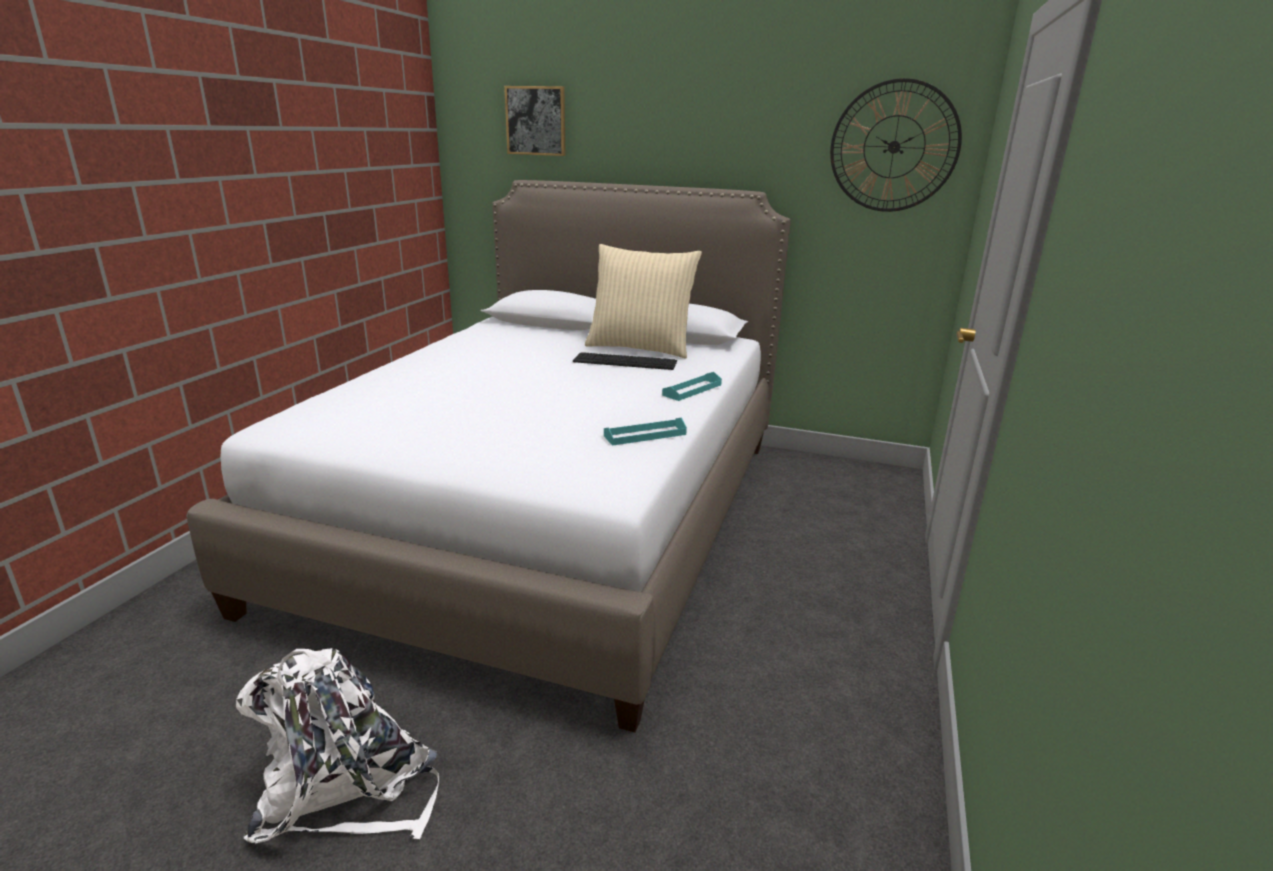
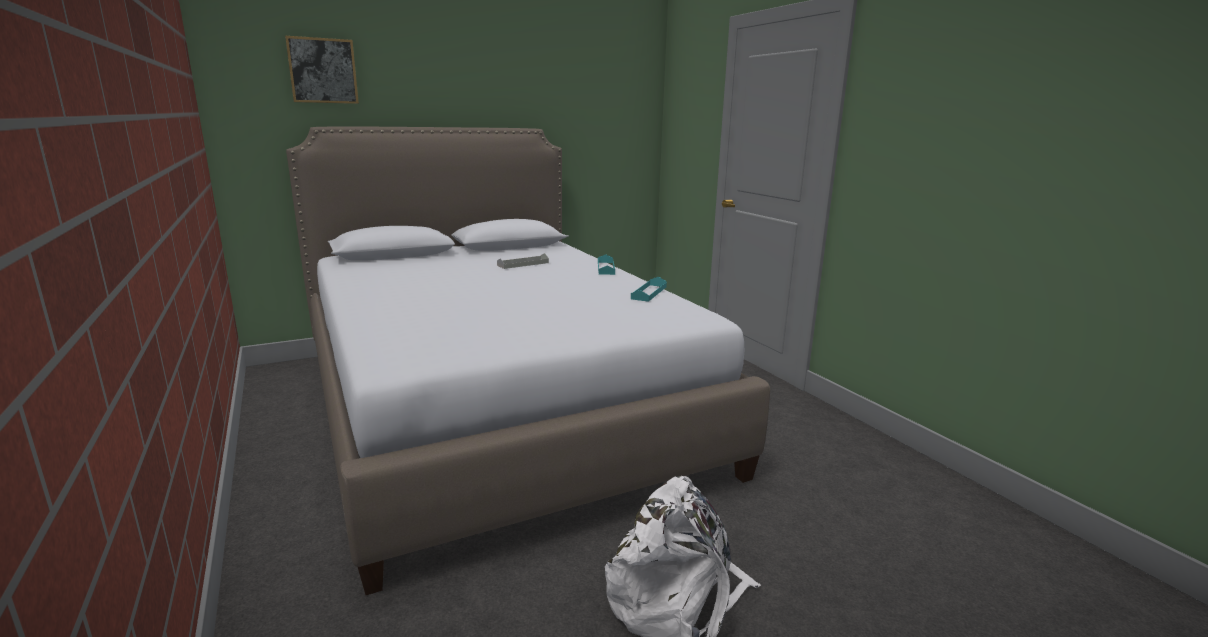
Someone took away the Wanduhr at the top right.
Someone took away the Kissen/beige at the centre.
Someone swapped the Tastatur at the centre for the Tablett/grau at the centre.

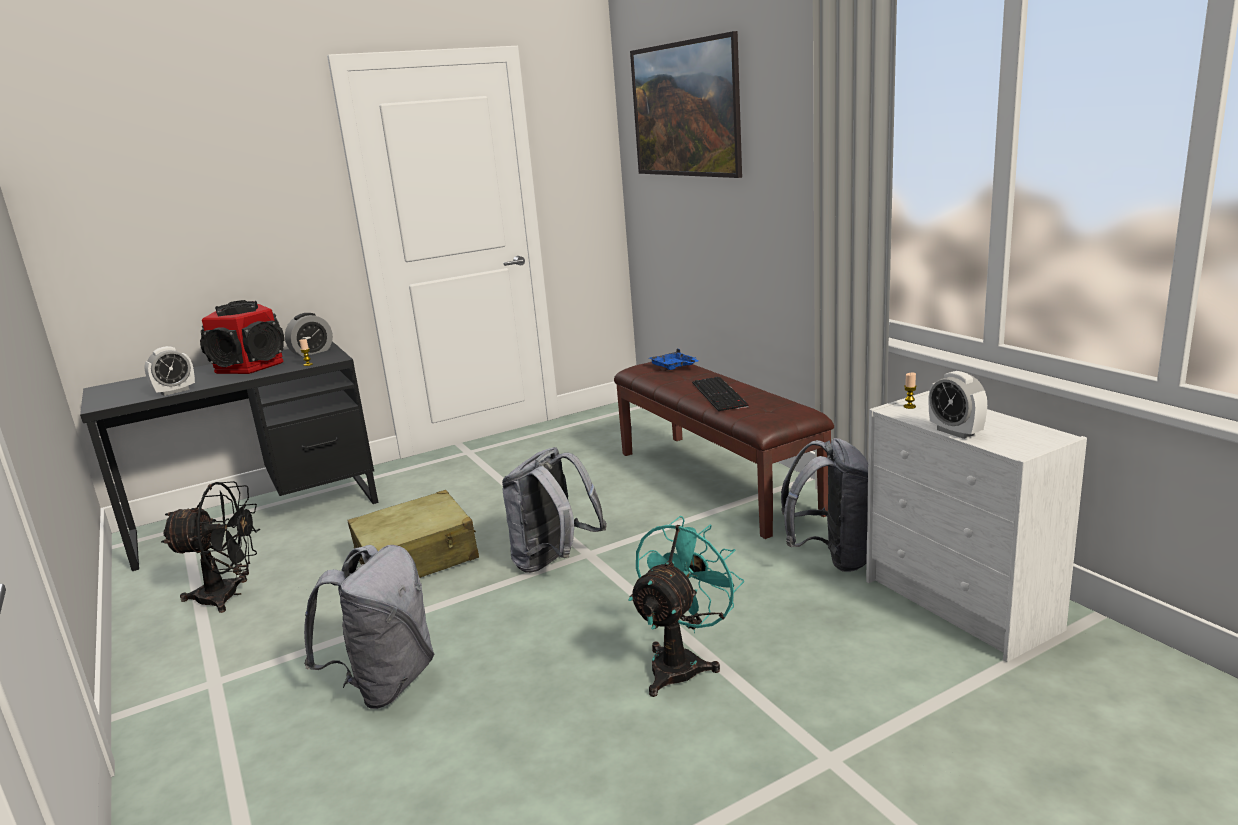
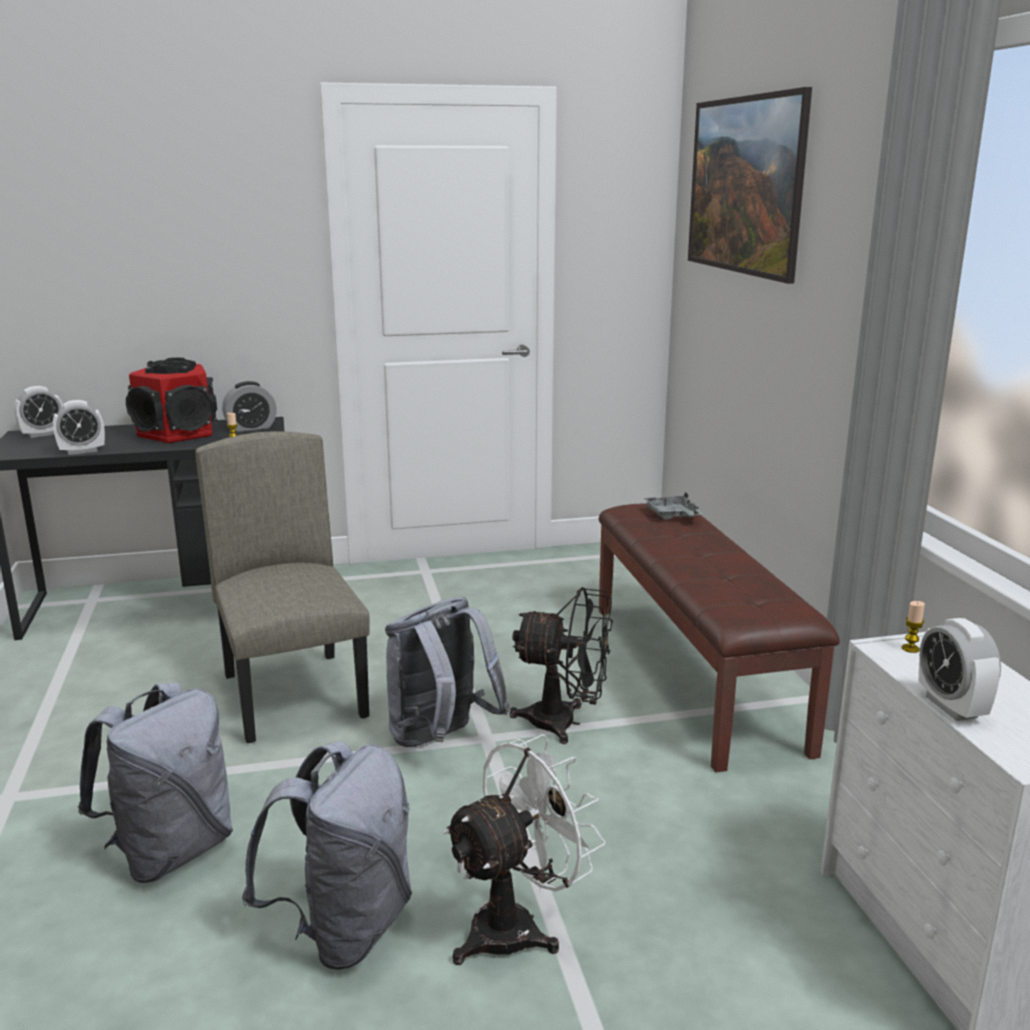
Someone repainted the Tablett/blau at the centre, which became the Tablett/grau at the centre.
Someone took away the Tastatur at the centre.
Someone carried the Rucksack/grau (3rd from left in the first image) from the centre to the bottom left.
Someone carried the Ventilator/schwarz from the middle left to the centre.
Someone swapped the Koffer/beige at the centre for the Stuhl/beige at the middle left.
Someone repainted the Ventilator/türkis at the bottom centre, which became the Ventilator/weiß at the bottom centre.
Someone put down the Wecker (1st from left) at the middle left.

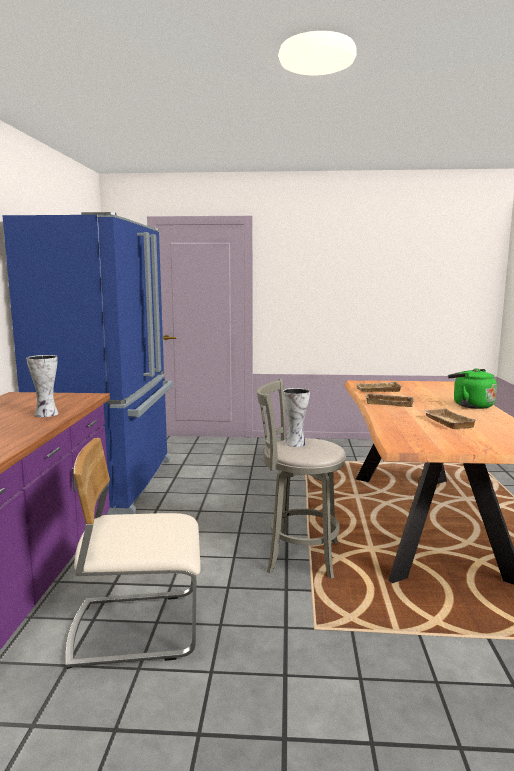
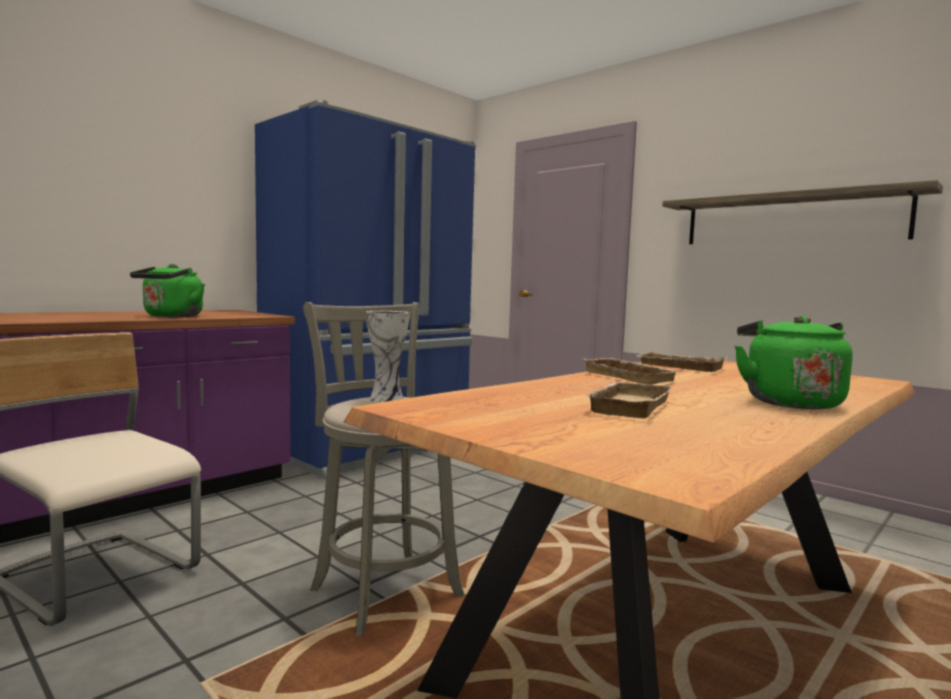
Someone swapped the Vase (1st from left) at the middle left for the Wasserkessel/grün (1st from left) at the middle left.
Someone put up the Wandregal at the top right.

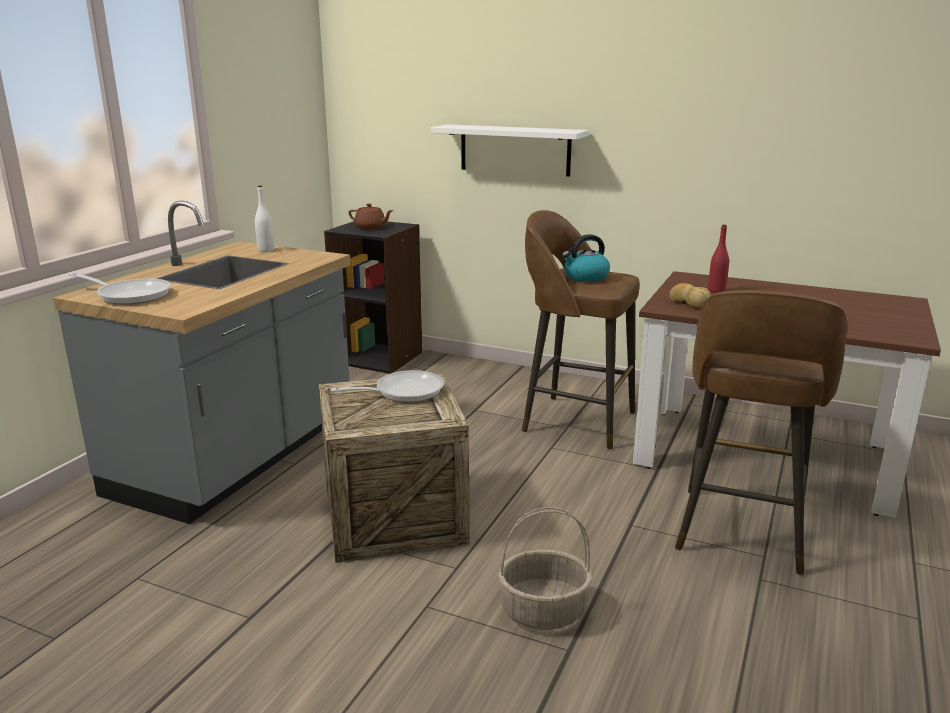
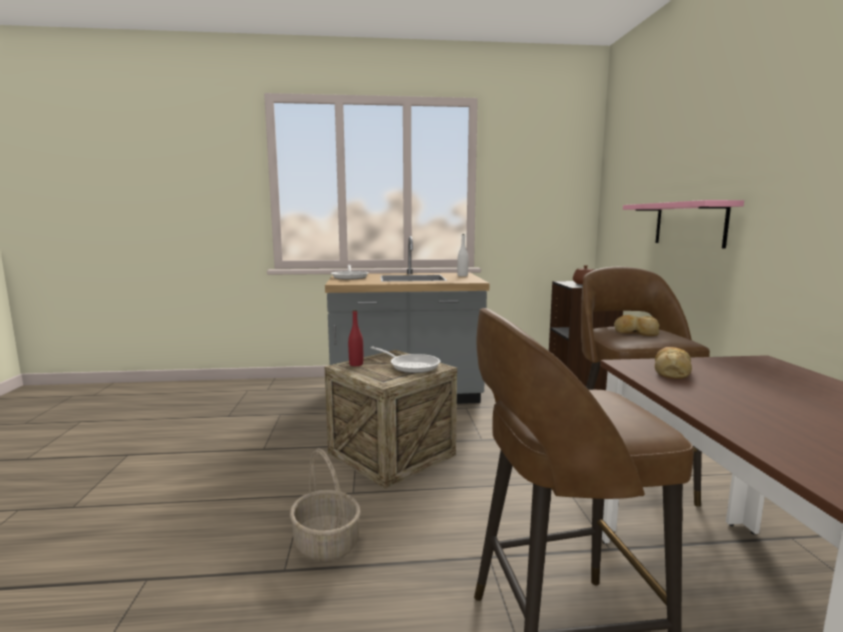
Someone repainted the Wandregal/weiß at the top centre, which became the Wandregal/rosa at the middle right.
Someone carried the Flasche/rot from the middle right to the centre.
Someone swapped the Wasserkessel at the centre for the Brot (1st from left) at the middle right.

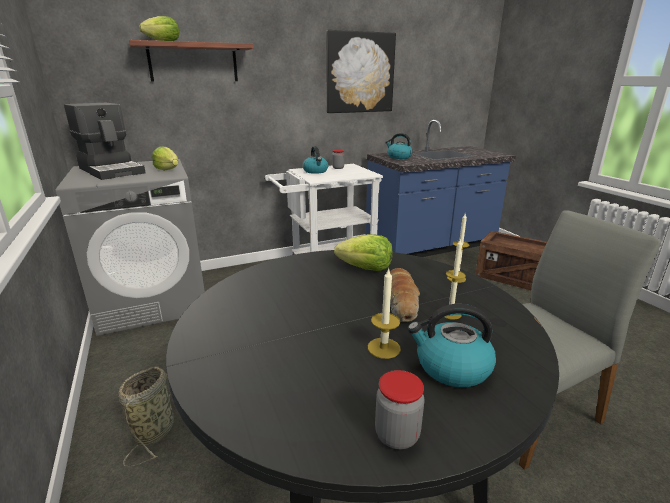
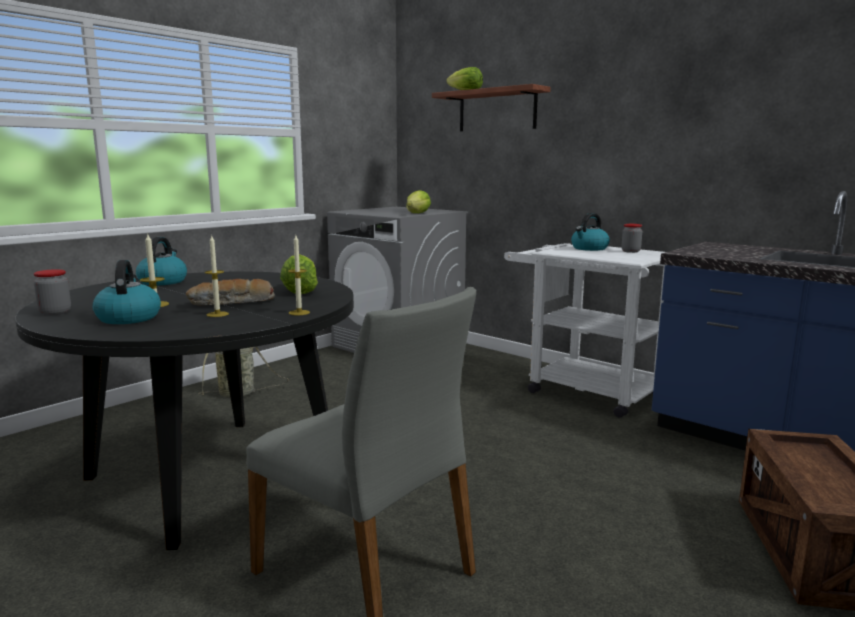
Someone took away the Bild at the top centre.
Someone took away the Kaffeemaschine at the top left.
Someone carried the Wasserkessel (2nd from left) from the top centre to the middle left.

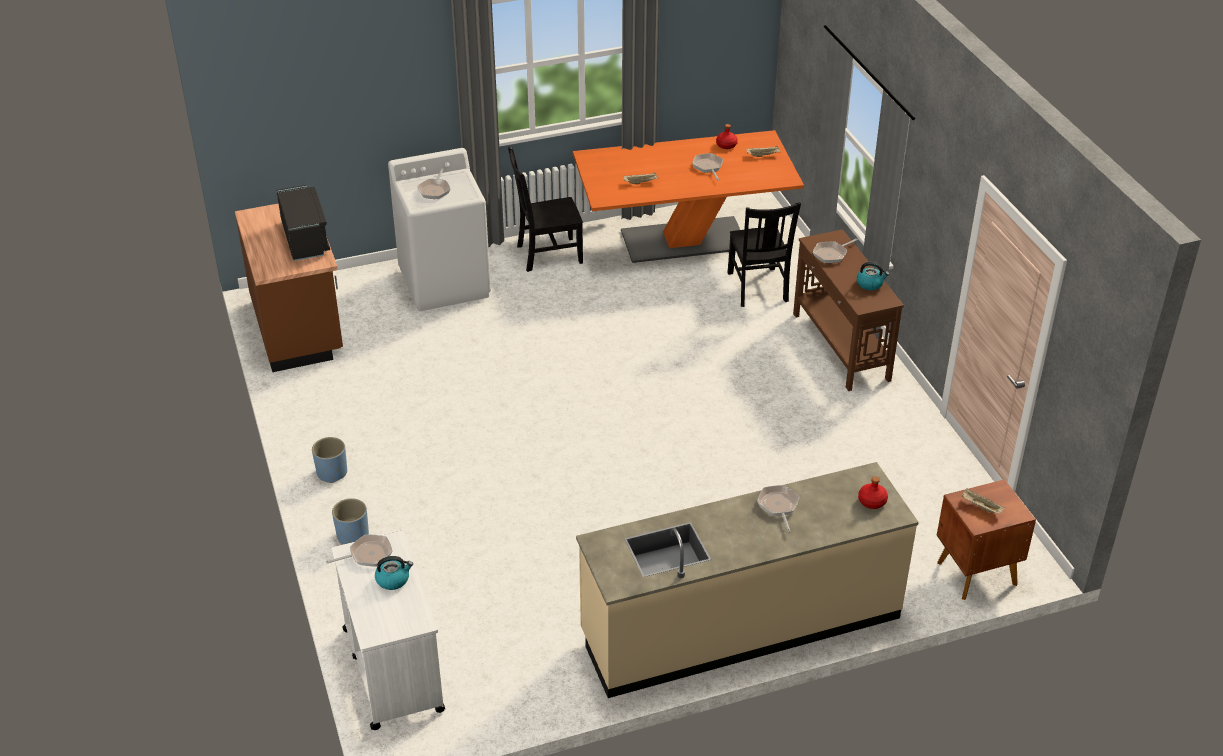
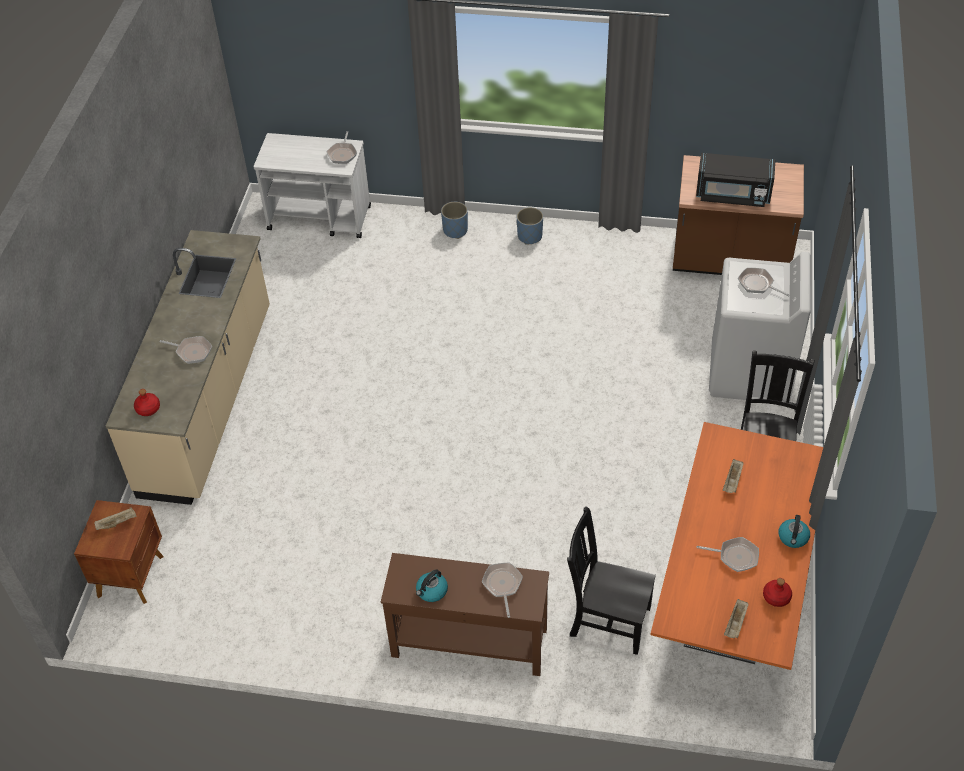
Someone carried the Wasserkessel (1st from left in the first image) from the bottom left to the bottom right.

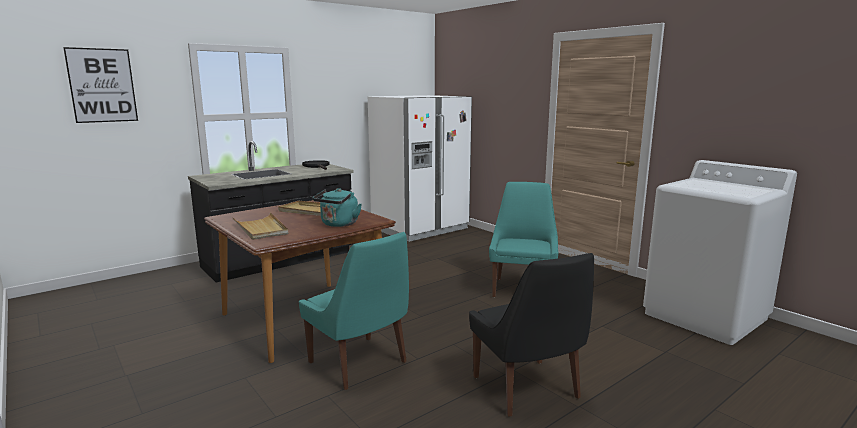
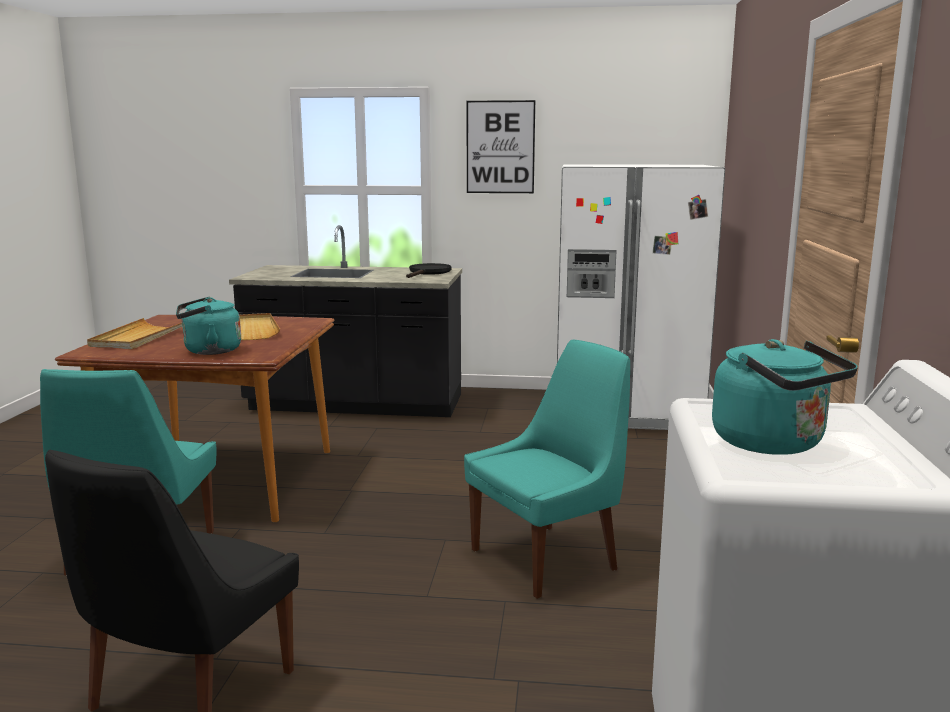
Someone carried the Bild from the top left to the top centre.
Someone put down the Wasserkessel/türkis (2nd from left) at the middle right.

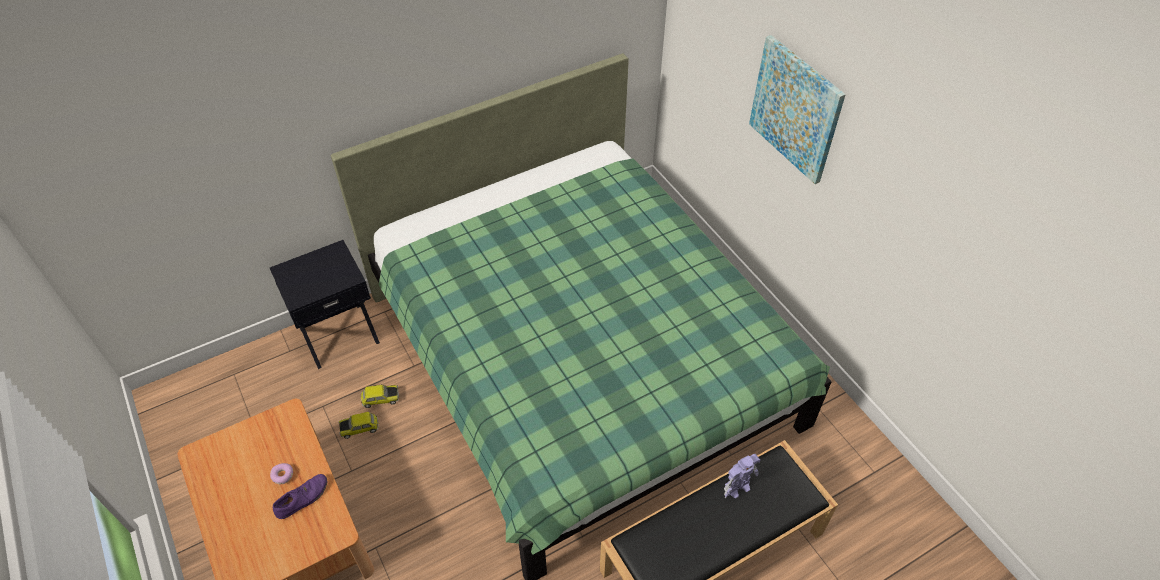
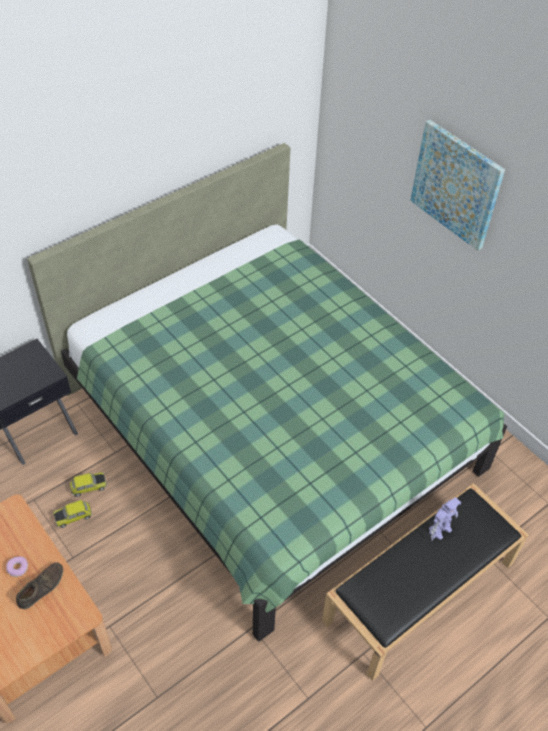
Someone repainted the Schuh/lila at the bottom left, which became the Schuh/braun at the bottom left.

